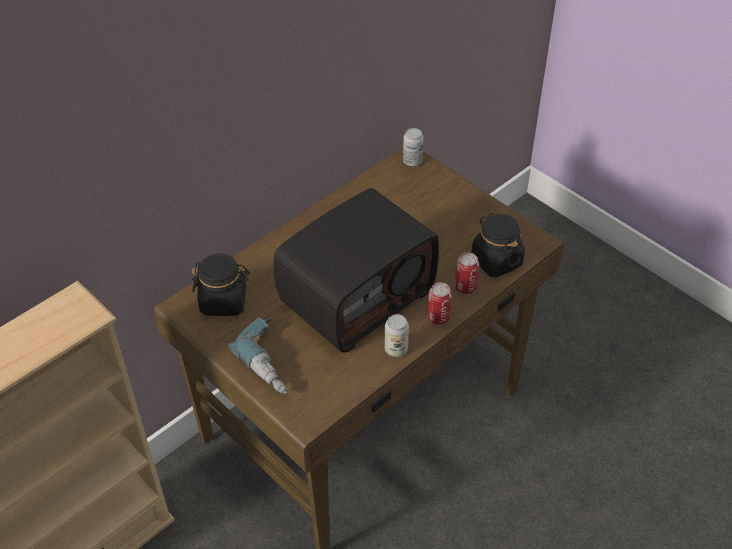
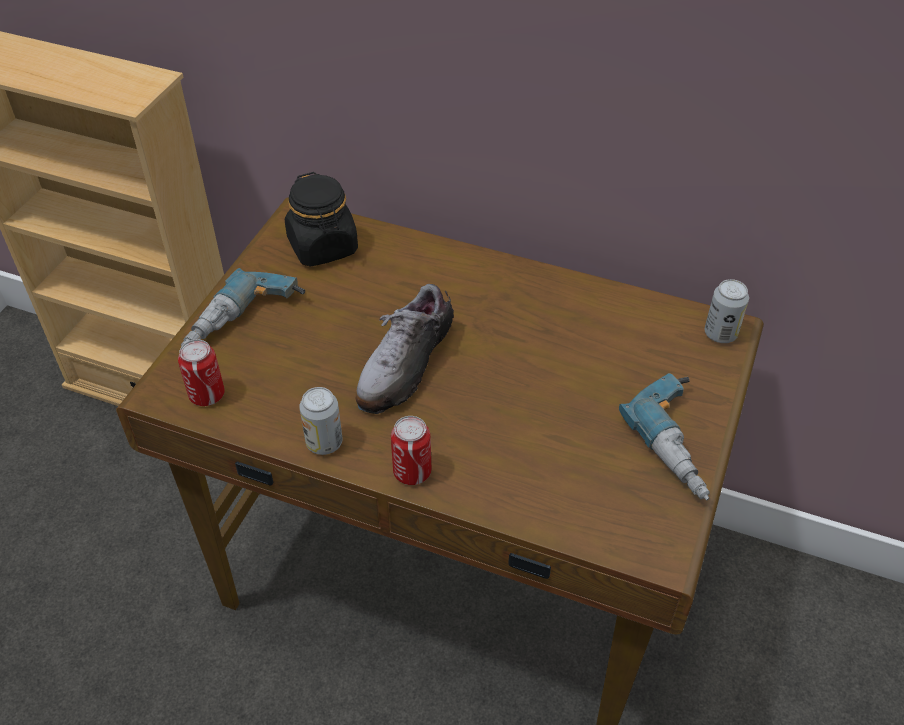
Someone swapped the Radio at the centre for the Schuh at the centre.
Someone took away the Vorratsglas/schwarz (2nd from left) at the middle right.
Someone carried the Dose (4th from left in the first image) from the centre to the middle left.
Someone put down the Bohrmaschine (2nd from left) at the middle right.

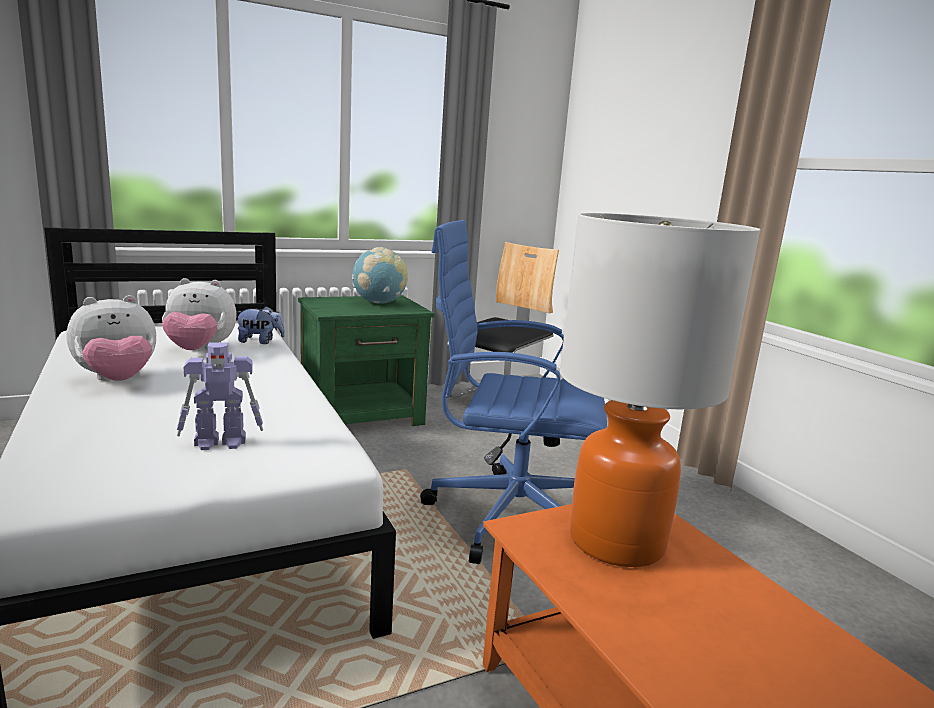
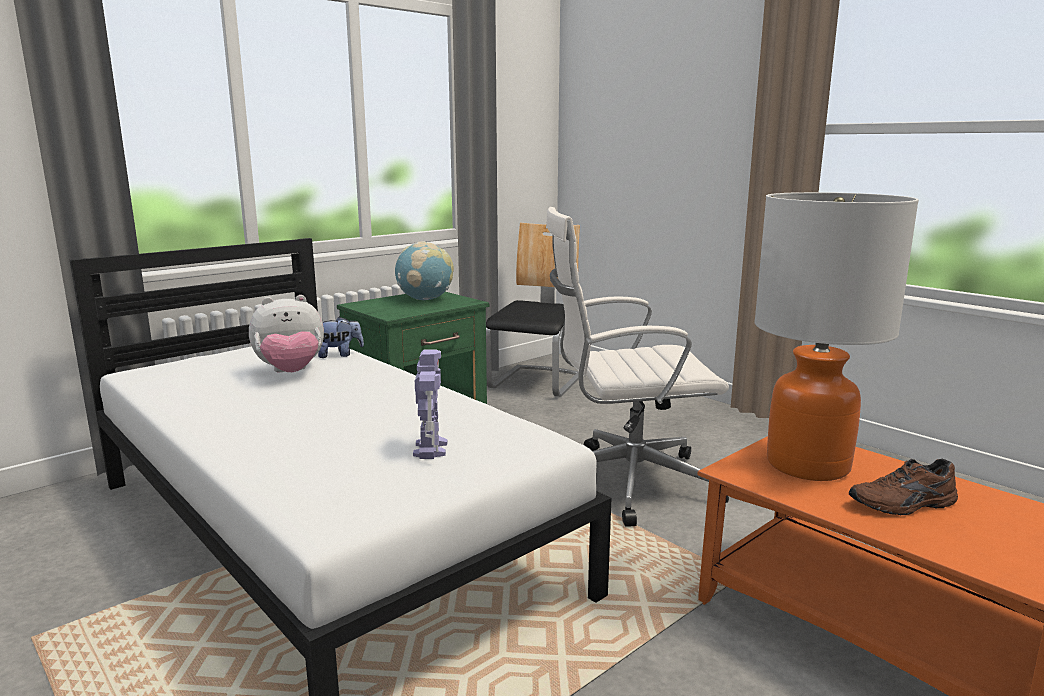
Someone repainted the Bürostuhl/blau at the centre, which became the Bürostuhl/weiß at the centre.
Someone took away the Plüschtier (1st from left) at the middle left.
Someone rotated the Spielzeugroboter at the middle left by 60 degrees counterclockwise.
Someone put down the Schuh/braun at the bottom right.

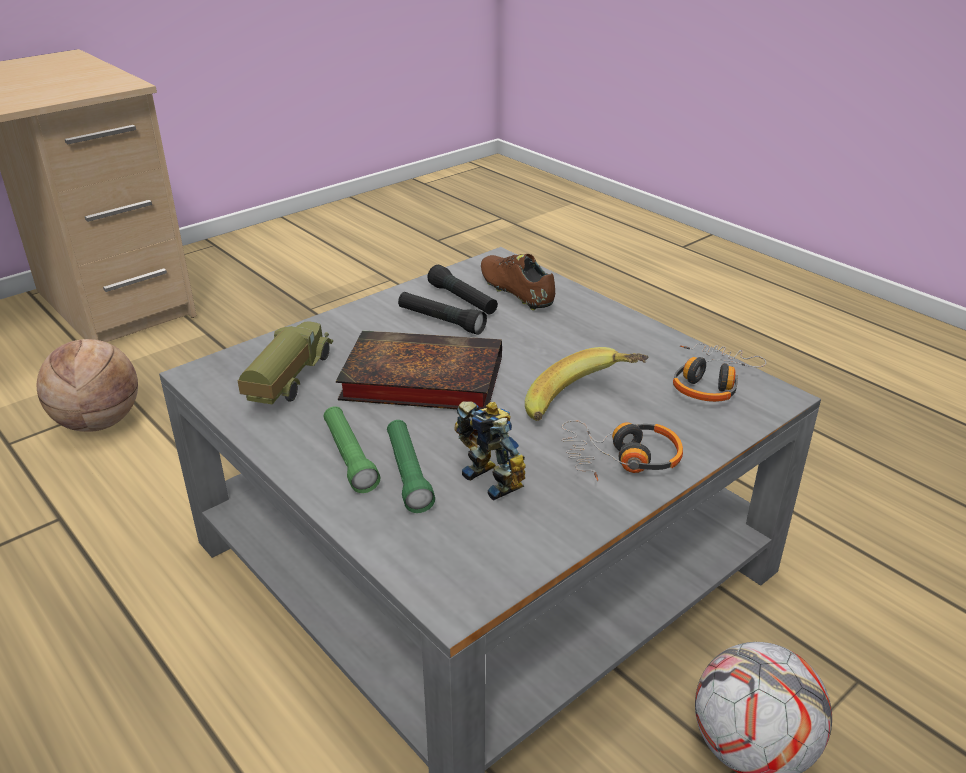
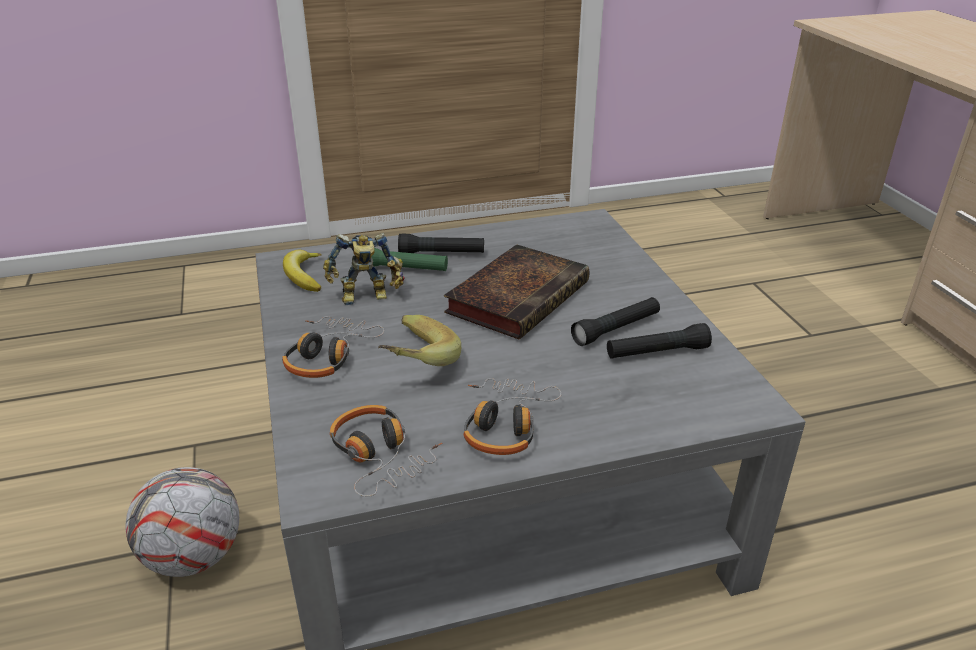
Someone took away the Schuh/braun at the centre.
Someone took away the Spielzeuglaster at the middle left.
Someone took away the Basketball at the middle left.
Someone repainted the Taschenlampe/grün (1st from left) at the centre, which became the Taschenlampe/schwarz (1st from left) at the centre.
Someone put down the Banane (1st from left) at the middle left.
Someone put down the Kopfhörer (3rd from left) at the centre.

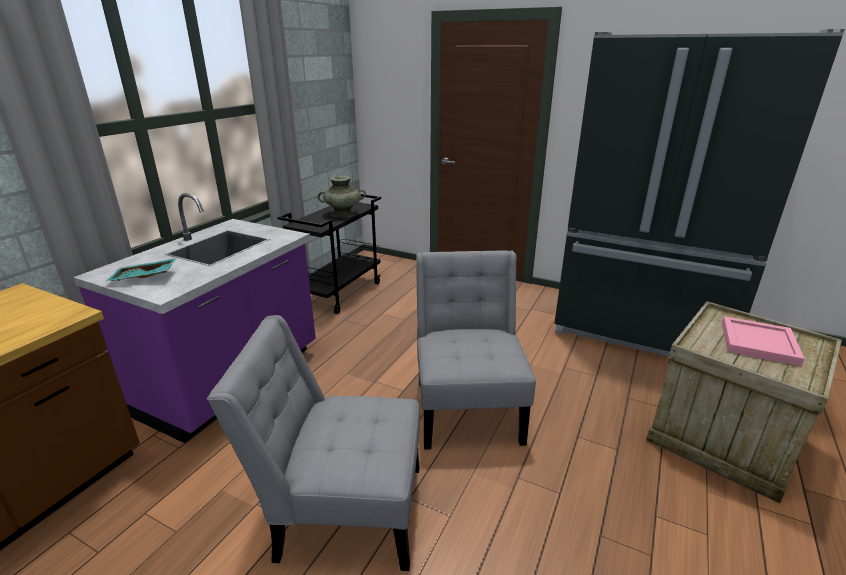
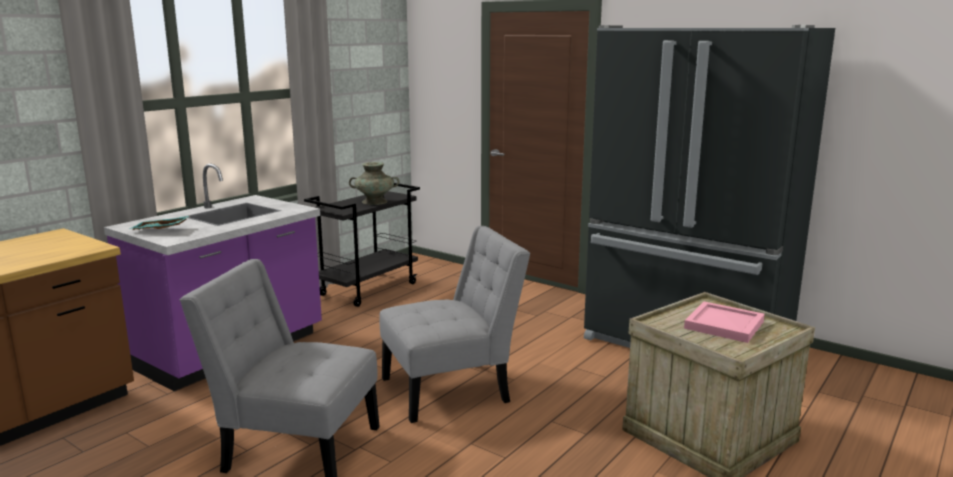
Someone rotated the Stuhl/grau (2nd from left) at the centre by 60 degrees clockwise.

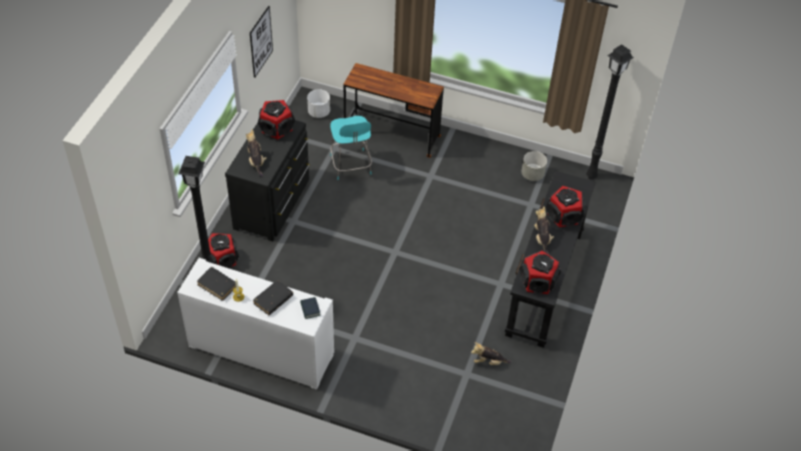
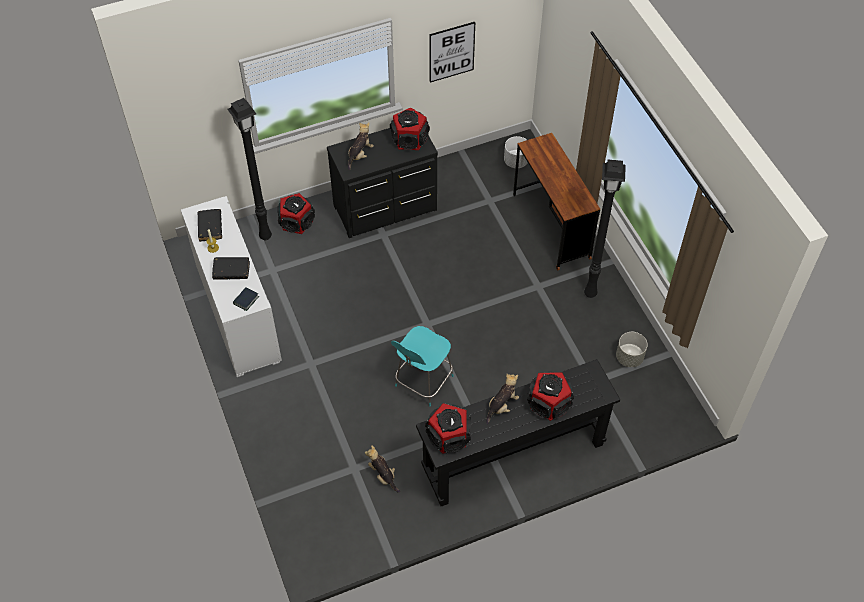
Someone carried the Stehlampe/schwarz (2nd from left) from the top right to the middle right.
Someone carried the Stuhl/türkis from the top centre to the centre.

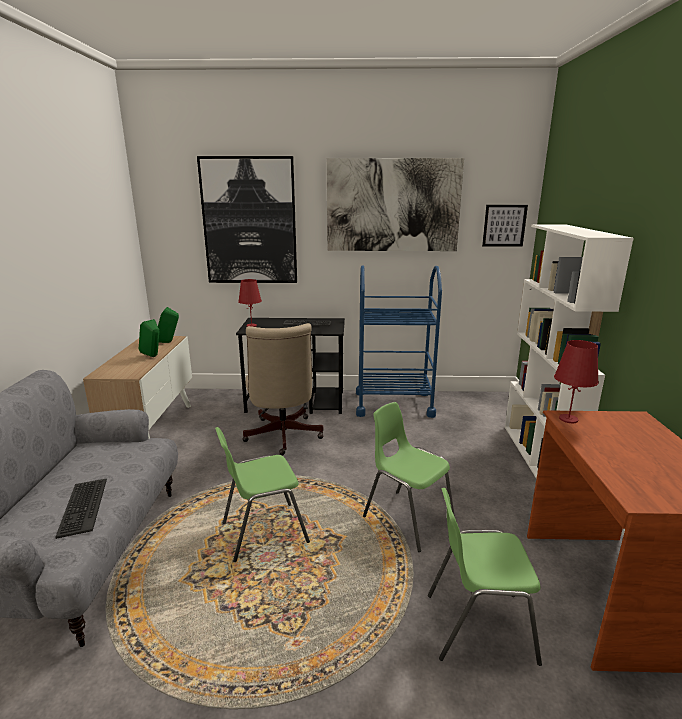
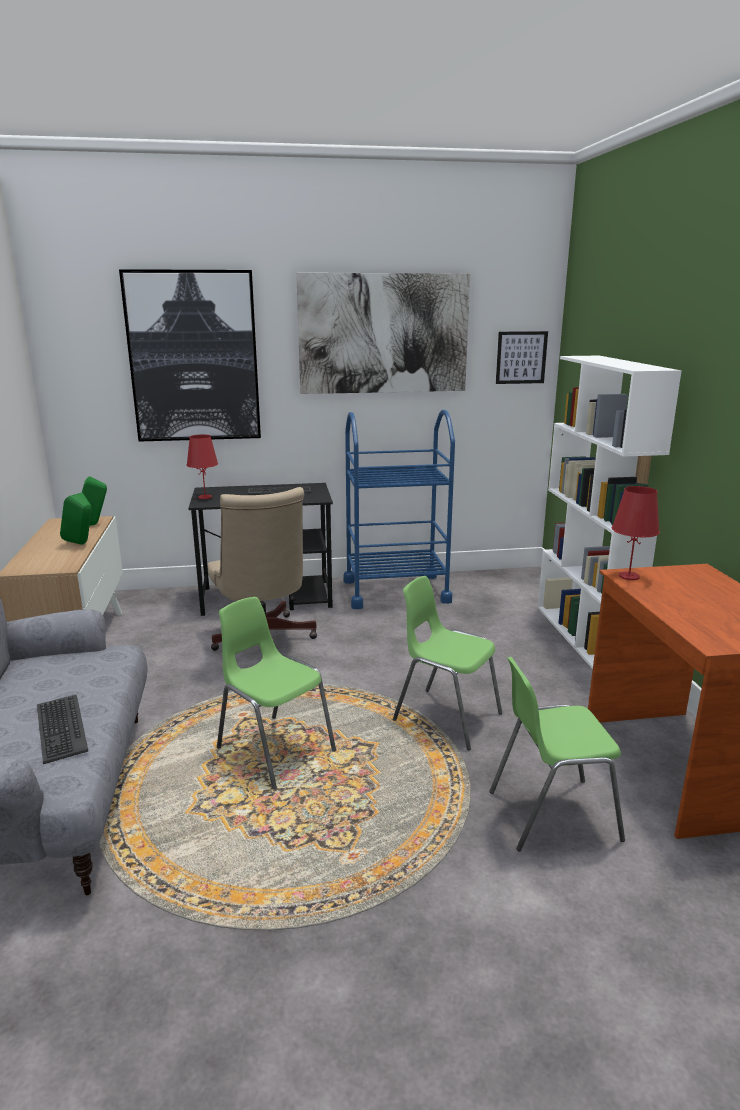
Someone rotated the Stuhl/grün (1st from left) at the bottom centre by 75 degrees clockwise.

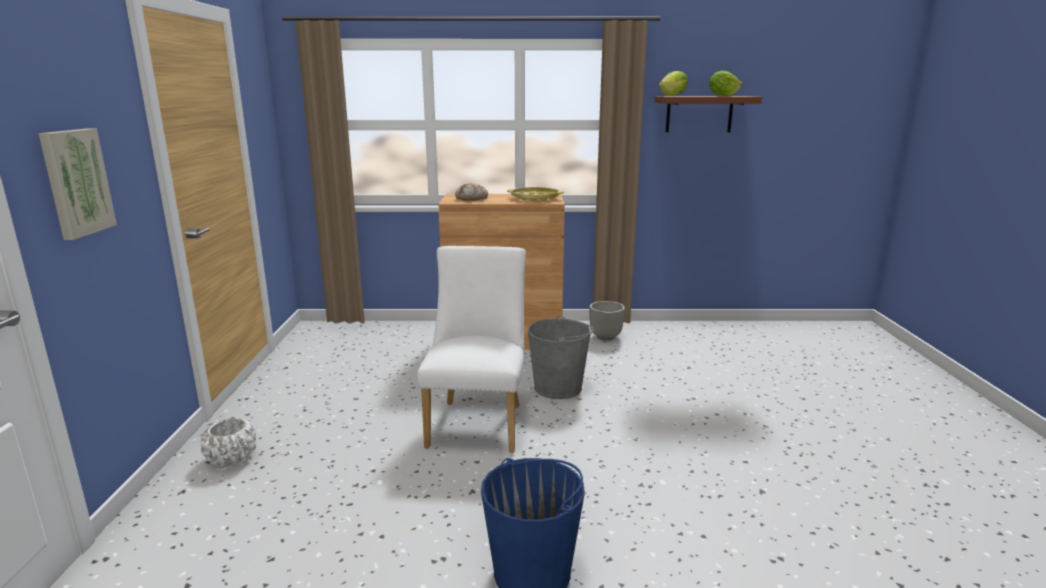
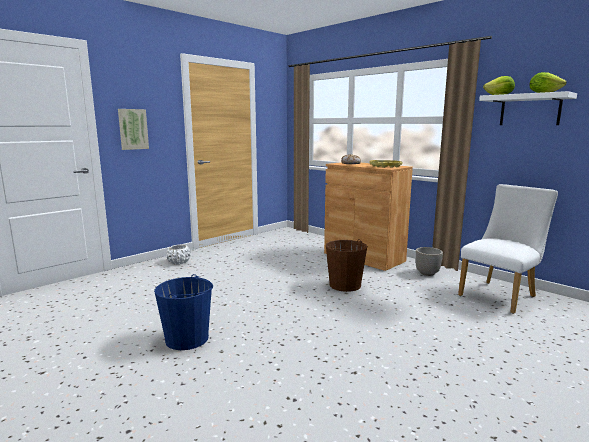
Someone repainted the Wandregal/braun at the top right, which became the Wandregal/weiß at the top right.
Someone carried the Stuhl/weiß from the centre to the middle right.
Someone repainted the Eimer/grau at the centre, which became the Eimer/braun at the centre.

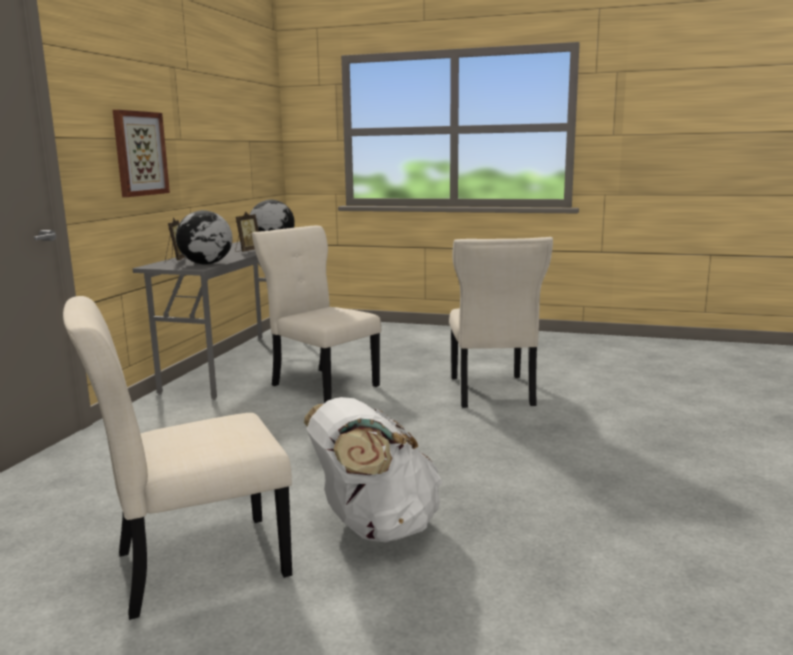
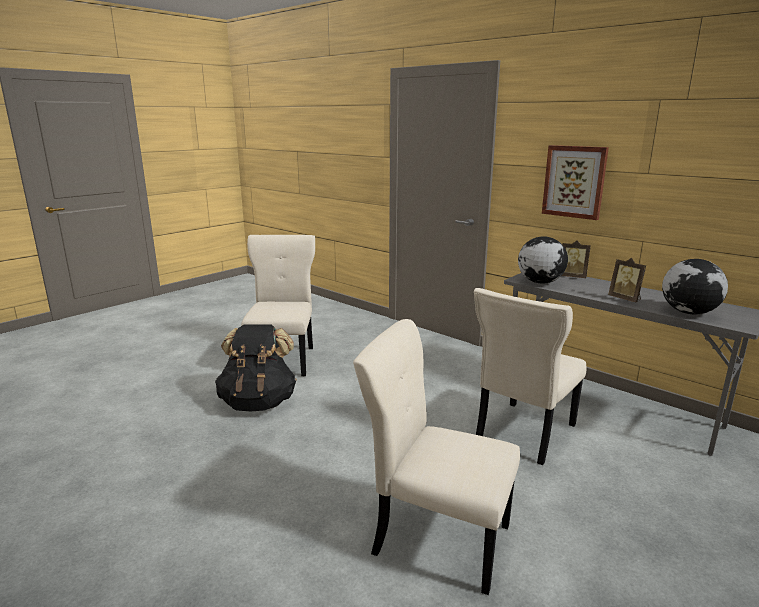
Someone rotated the Stuhl/beige (2nd from left in the first image) at the centre by 150 degrees clockwise.
Someone repainted the Rucksack/weiß at the bottom centre, which became the Rucksack/schwarz at the centre.

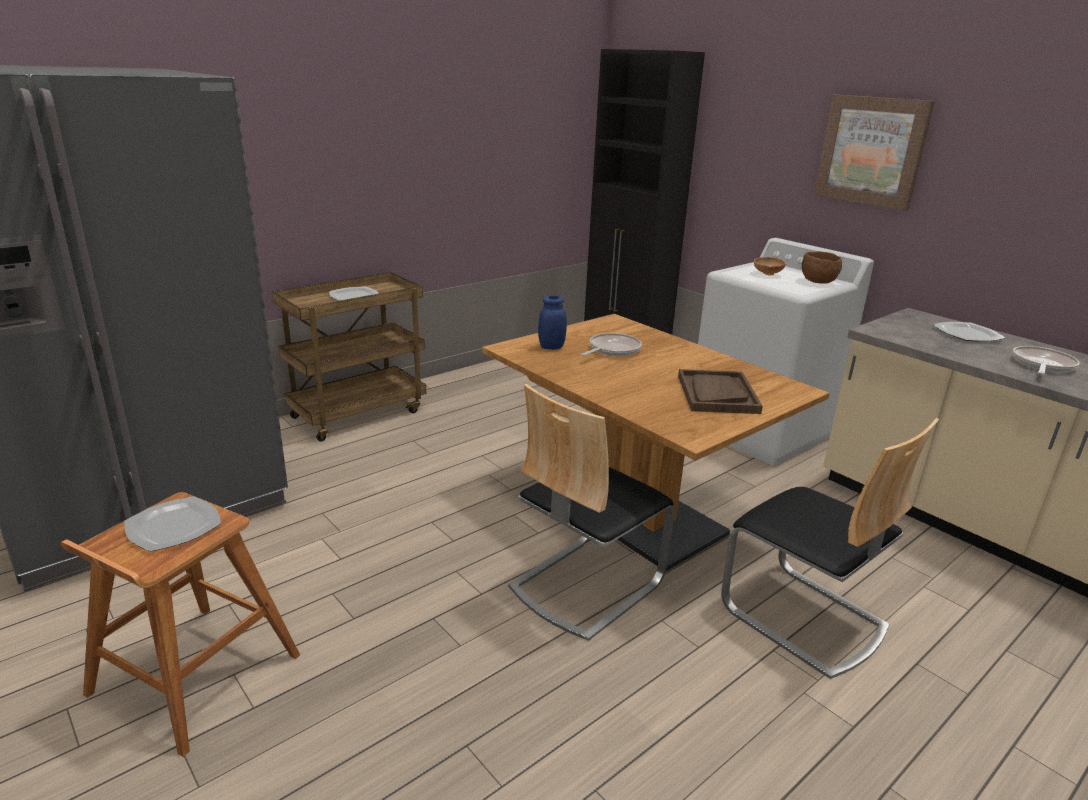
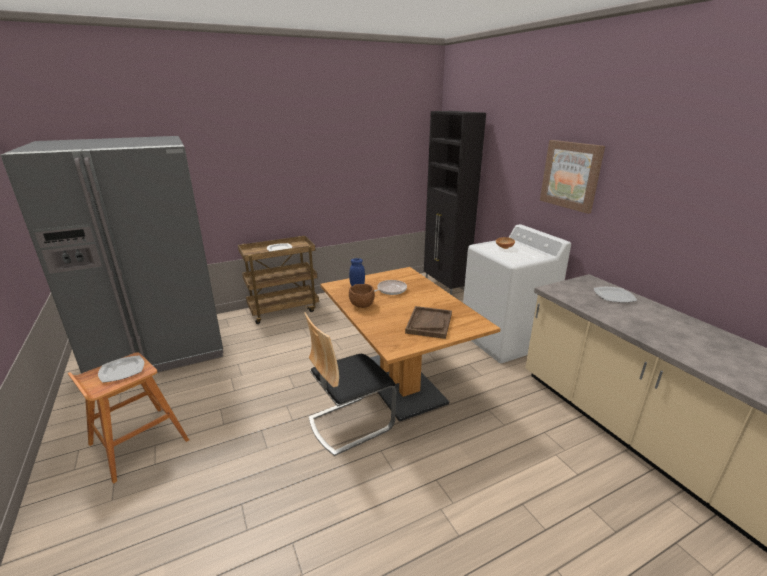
Someone carried the Schüssel/braun (2nd from left in the first image) from the middle right to the centre.
Someone took away the Pfanne (2nd from left) at the middle right.
Someone took away the Stuhl (2nd from left) at the bottom right.

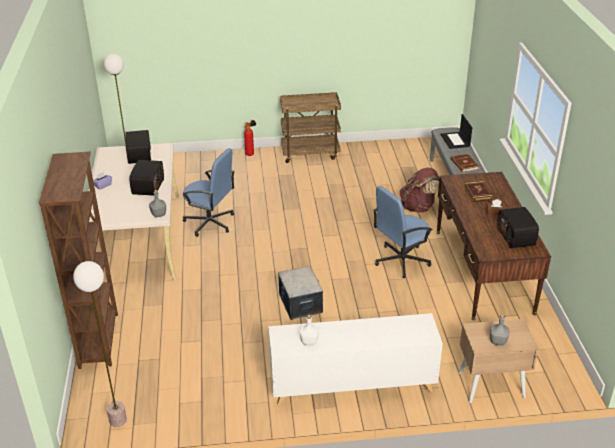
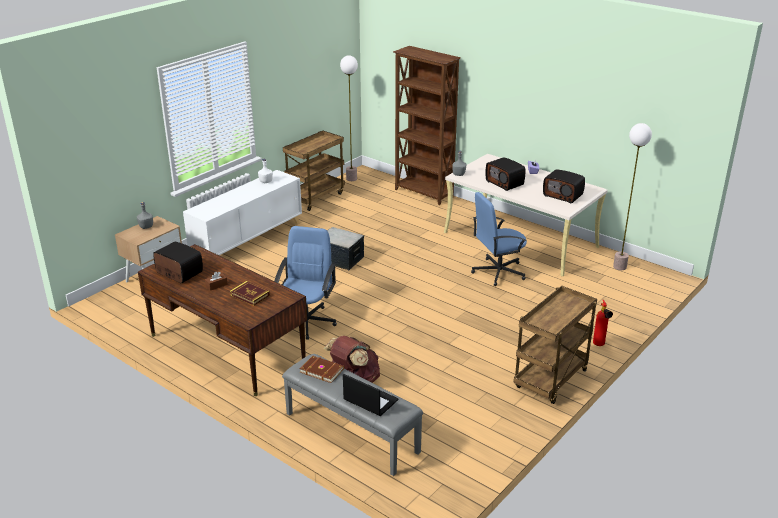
Someone put down the Rollwagen/braun (1st from left) at the top centre.

